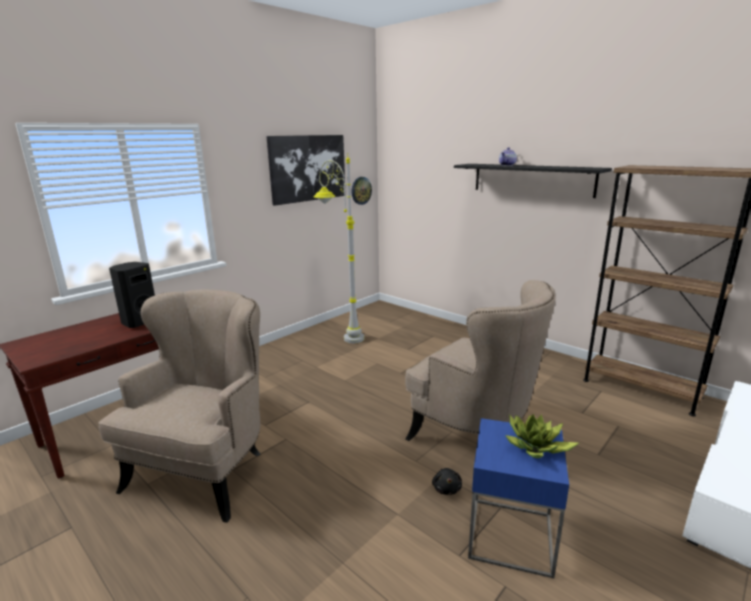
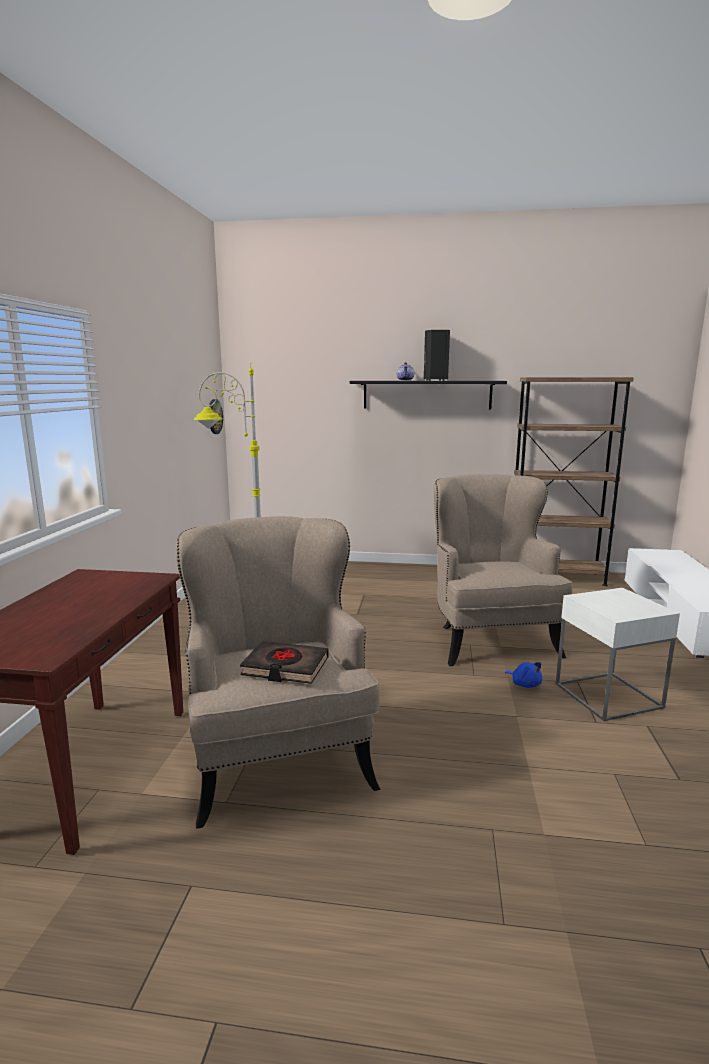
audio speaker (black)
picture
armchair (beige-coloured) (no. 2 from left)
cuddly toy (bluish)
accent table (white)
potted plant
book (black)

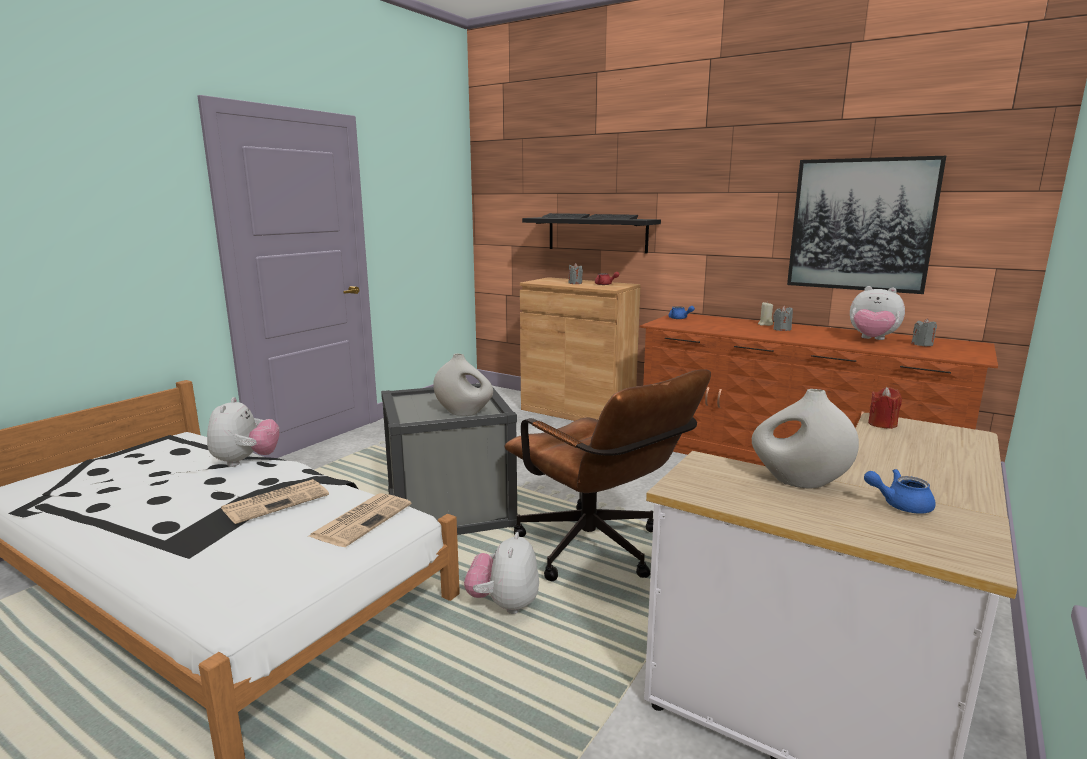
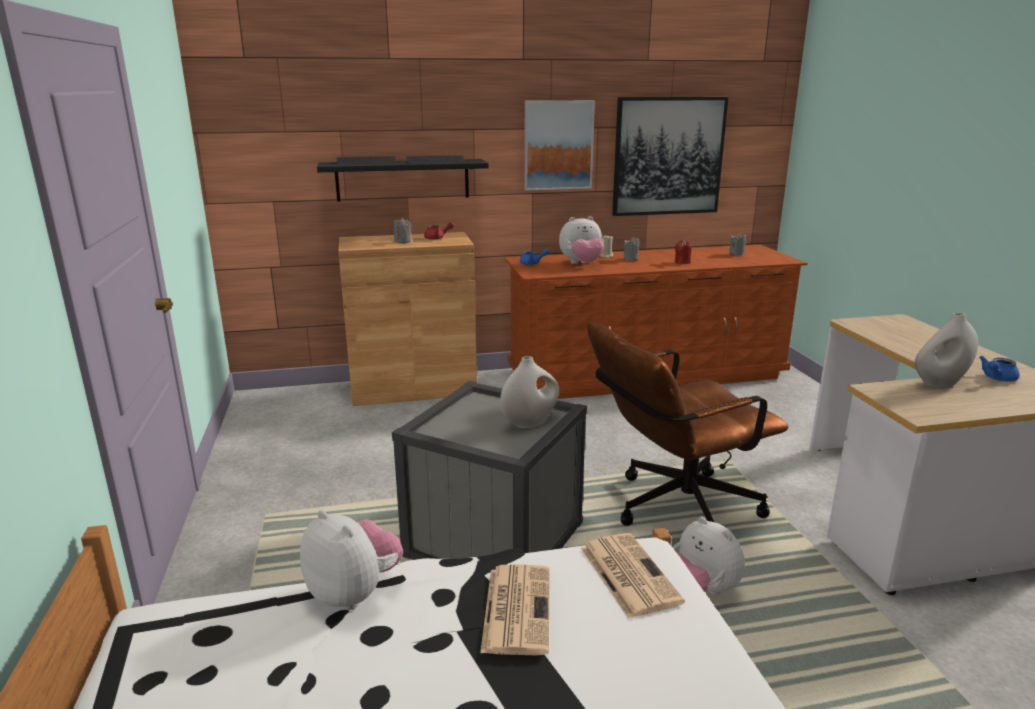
office chair (brownish)
cuddly toy (no. 2 from left)
wax light (red)
picture (no. 1 from left)

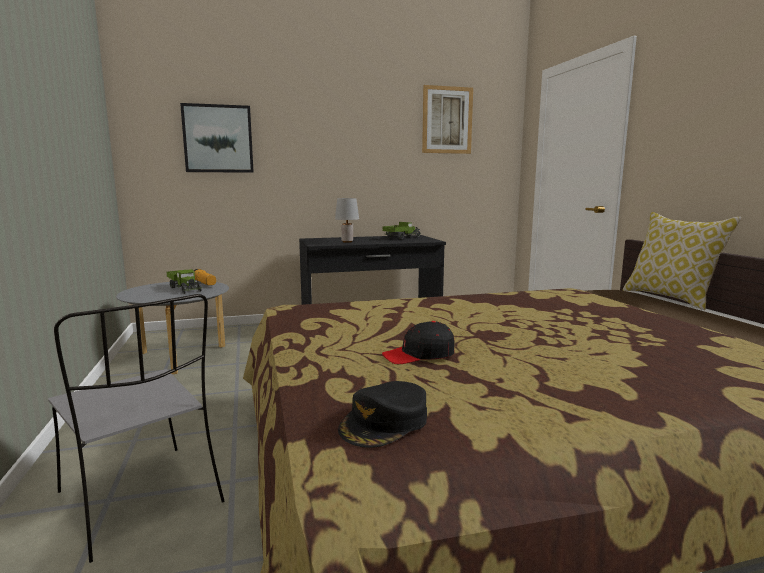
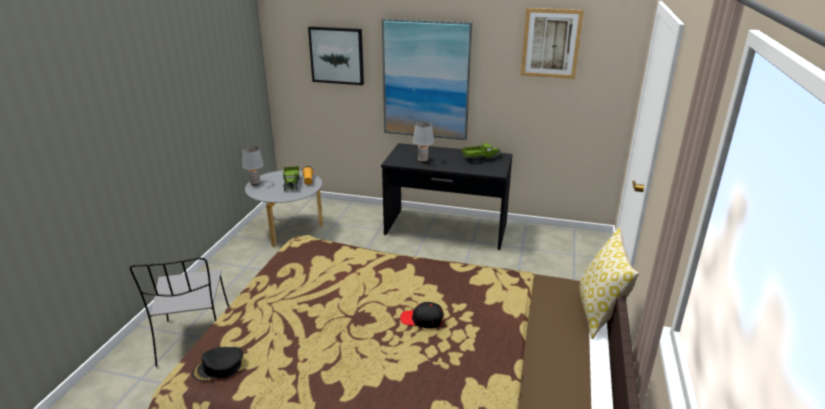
cap (black) (no. 2 from left)
tabletop lamp (grey) (no. 1 from left)
picture (no. 2 from left)

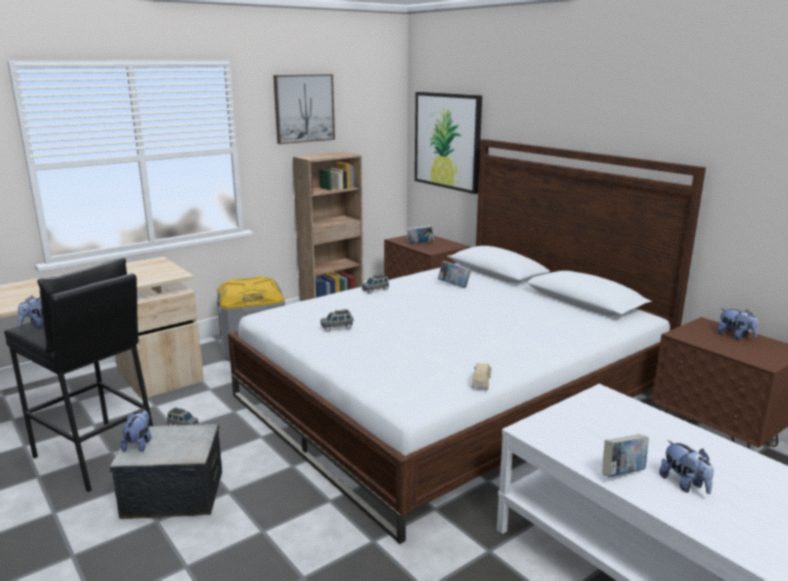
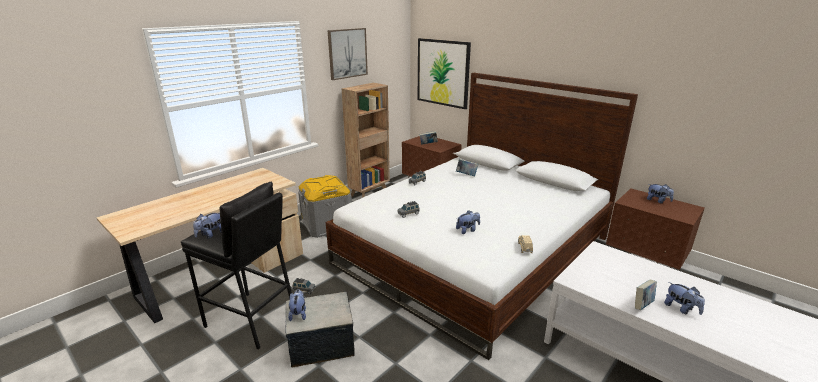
cuddly toy (no. 3 from left)

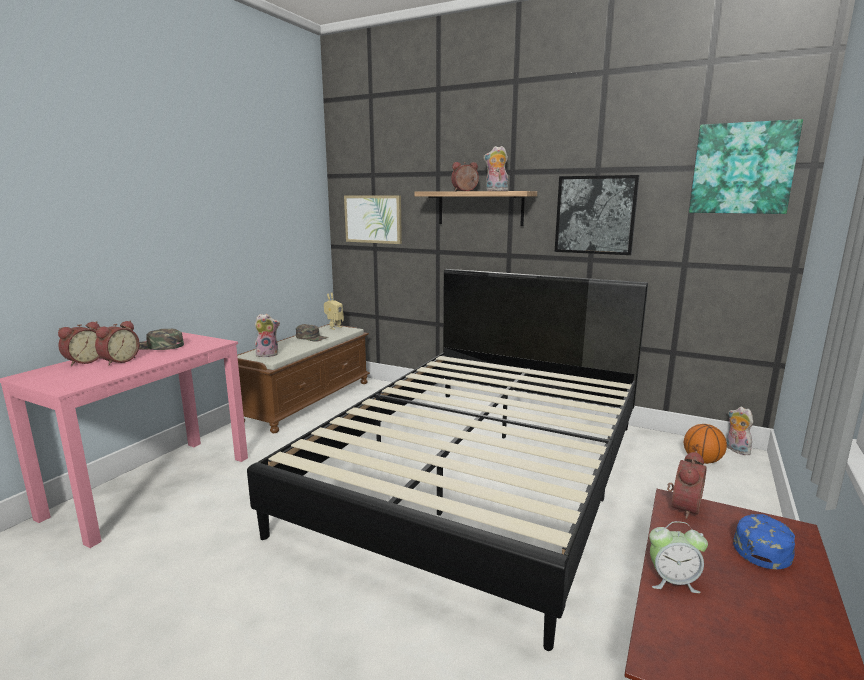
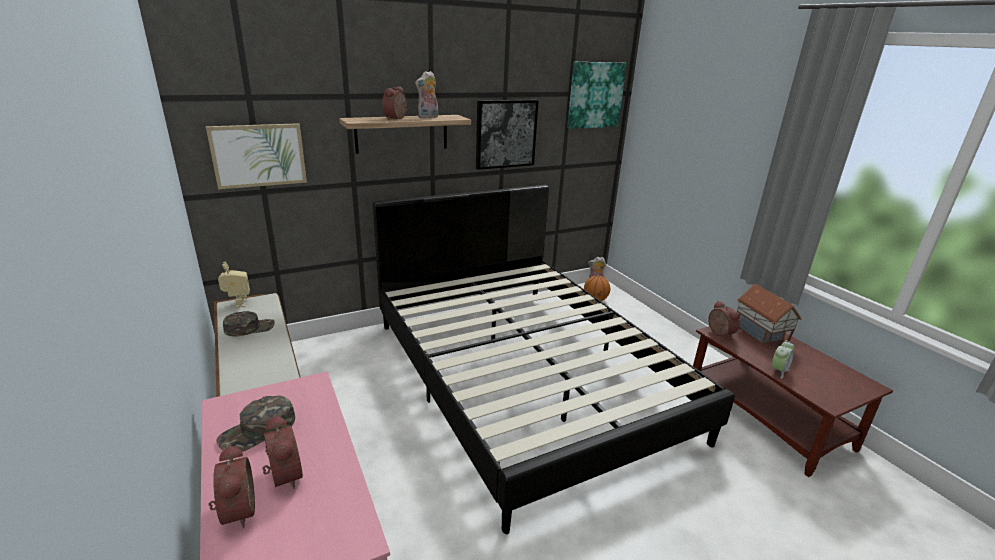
cuddly toy (no. 1 from left in the first image)
miniature house

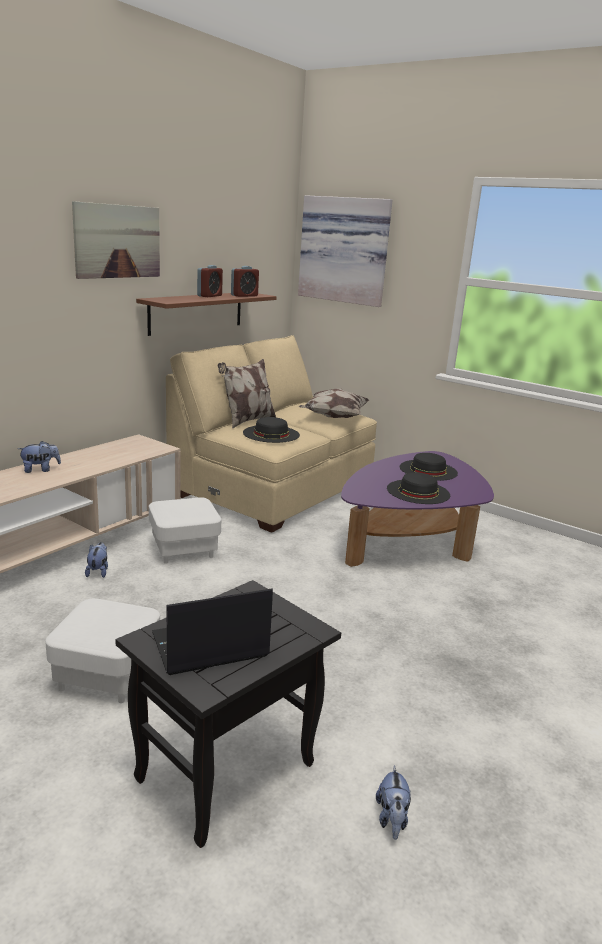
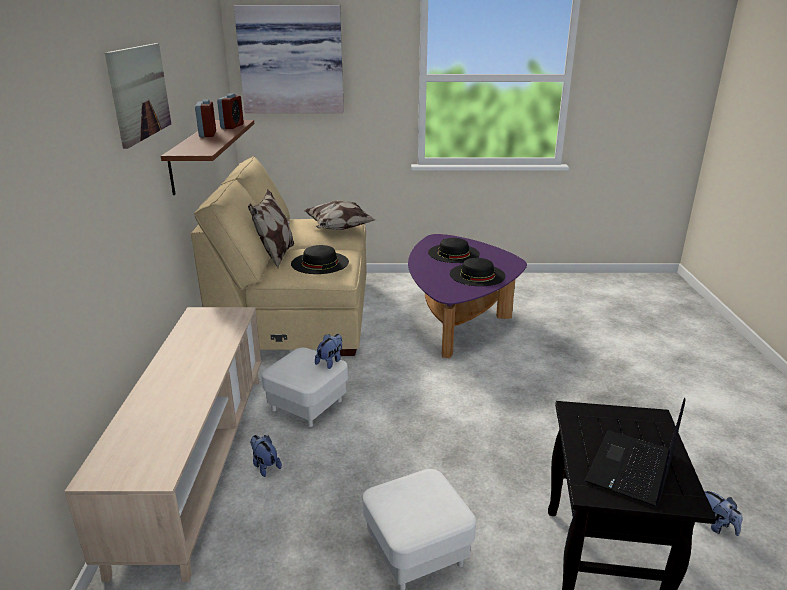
cuddly toy (no. 2 from left)

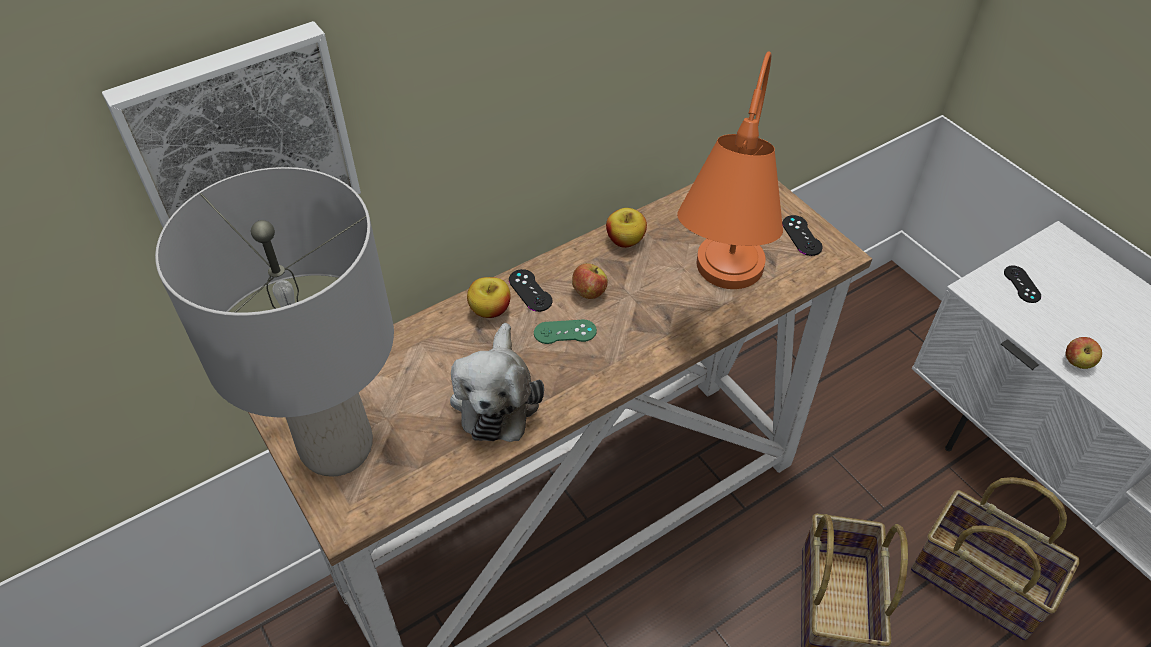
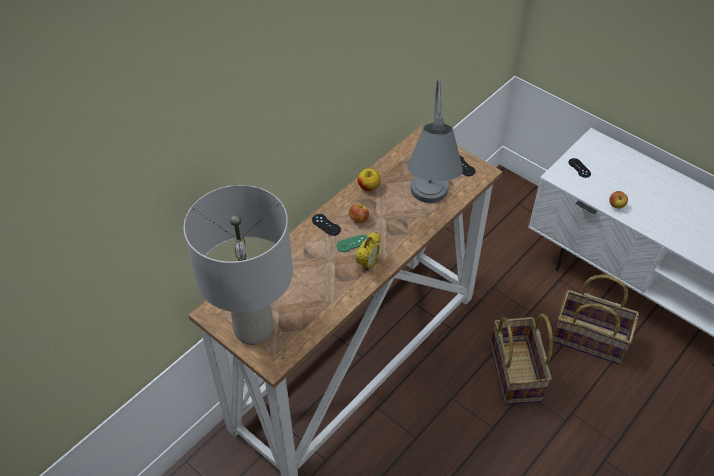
picture
cuddly toy
whole apple (no. 1 from left in the first image)
tabletop lamp (grey) (no. 2 from left)
table clock

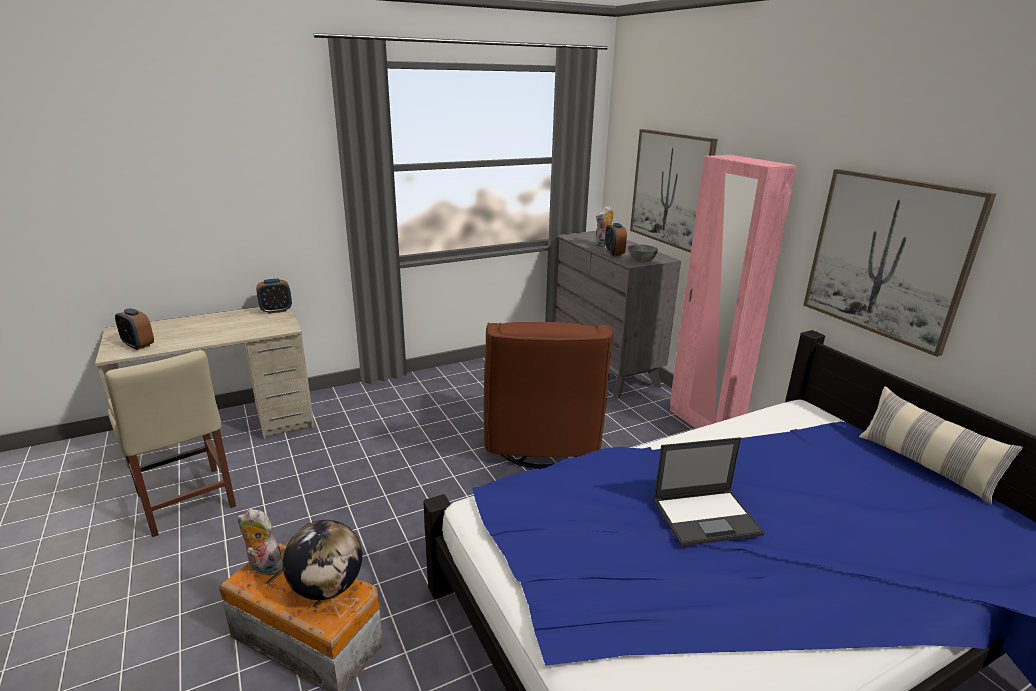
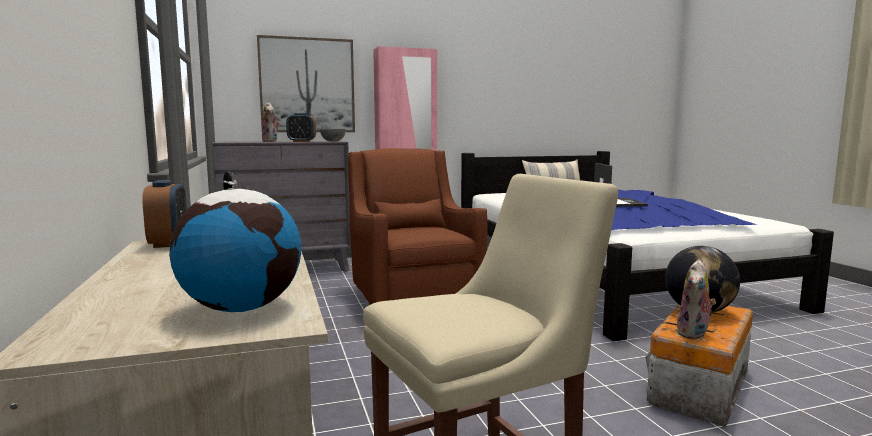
globe (no. 1 from left)
armchair (brownish)
picture (no. 2 from left in the first image)

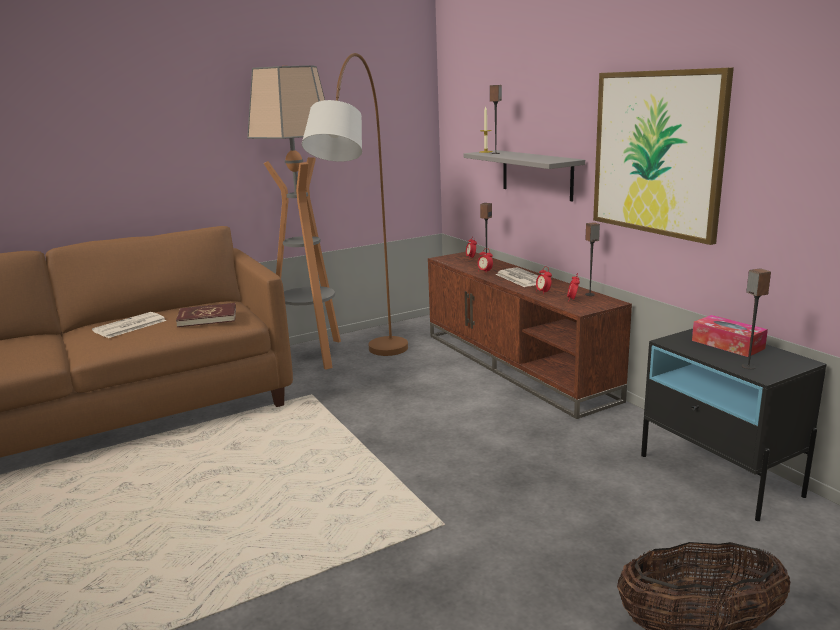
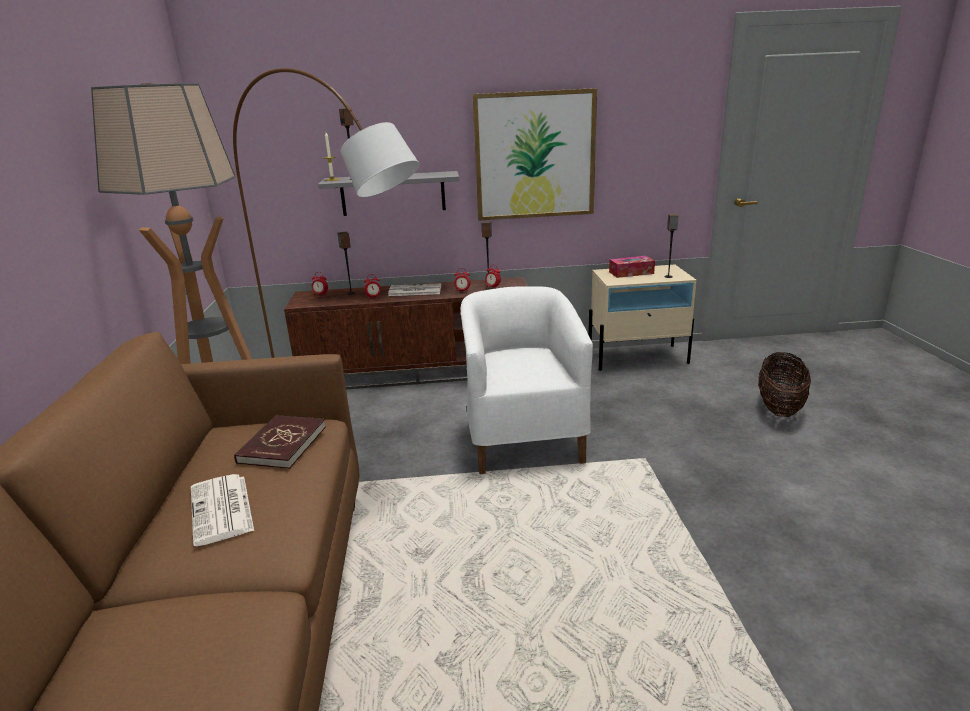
bedside table (beige-coloured)
armchair (white)

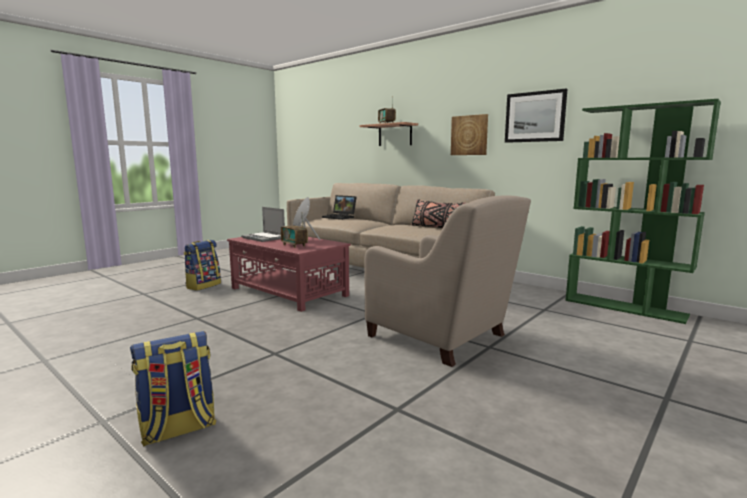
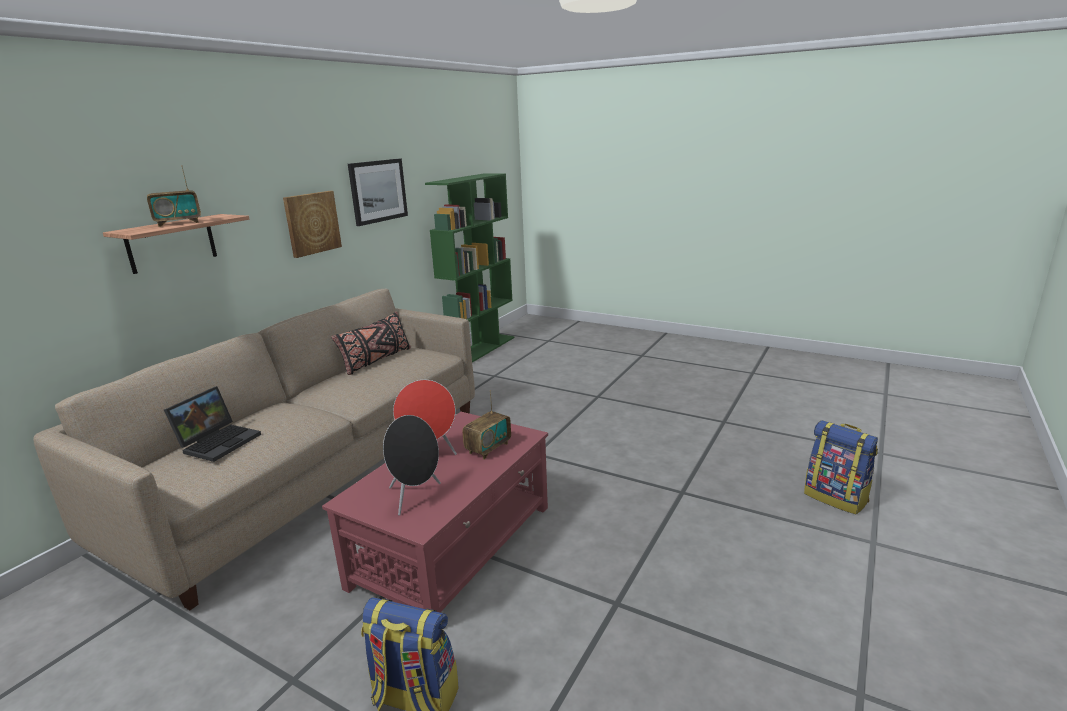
audio speaker (black)
armchair (beige-coloured)

